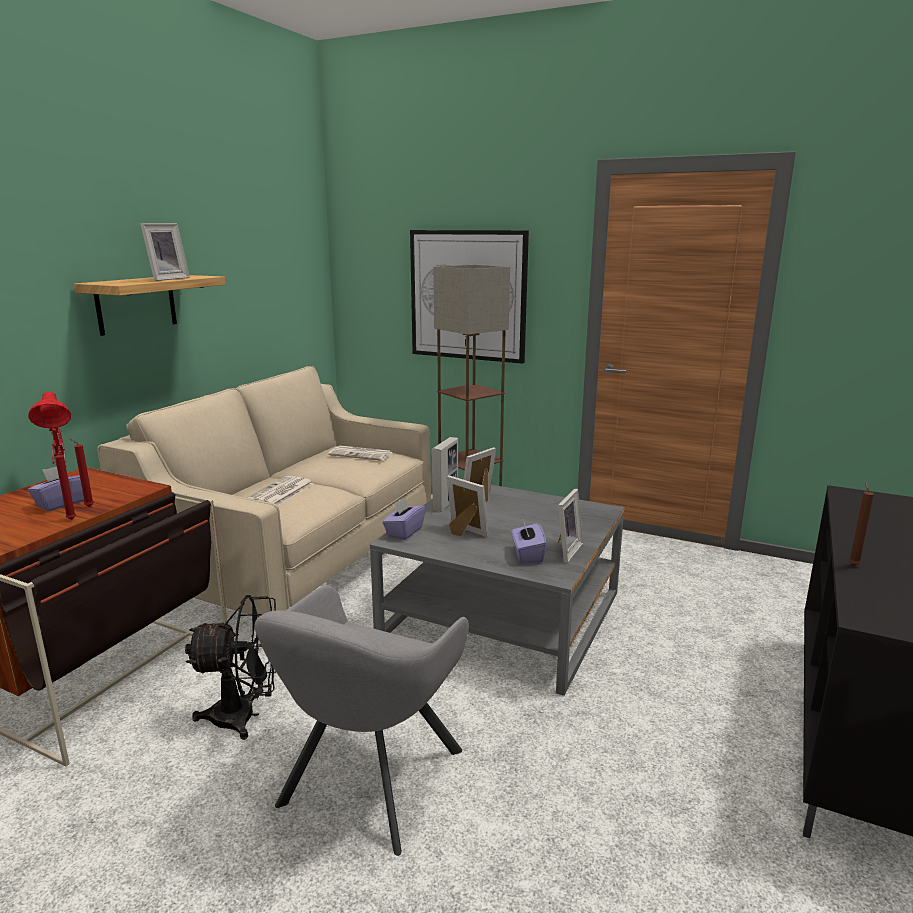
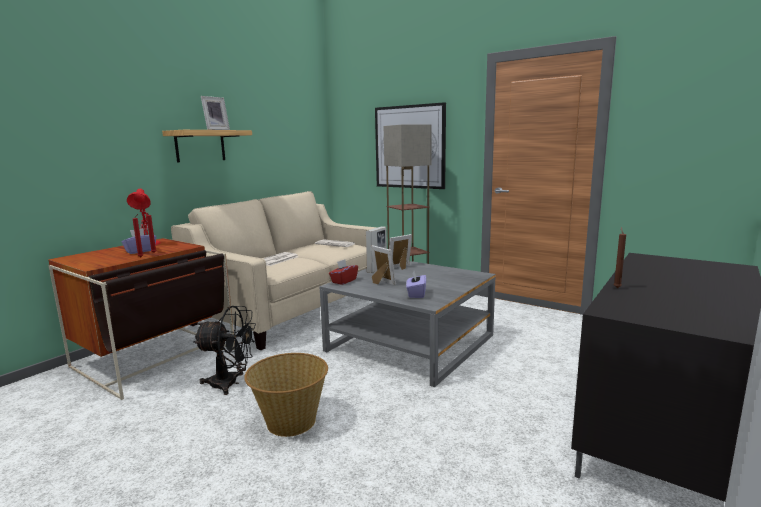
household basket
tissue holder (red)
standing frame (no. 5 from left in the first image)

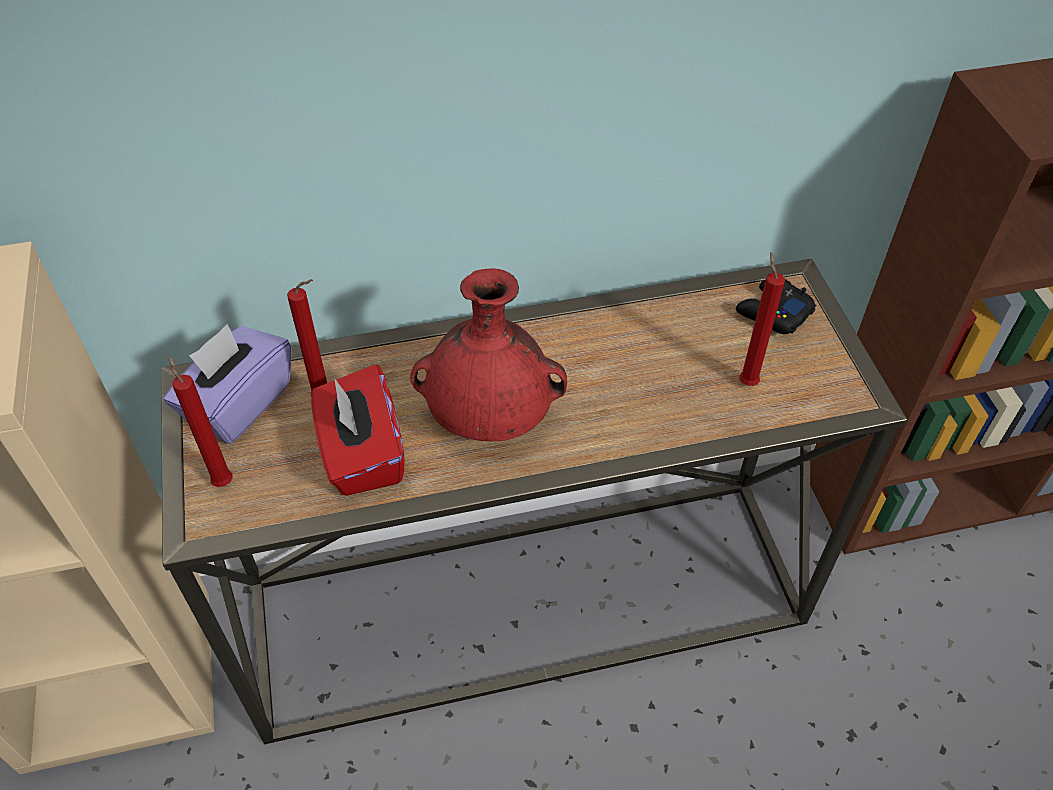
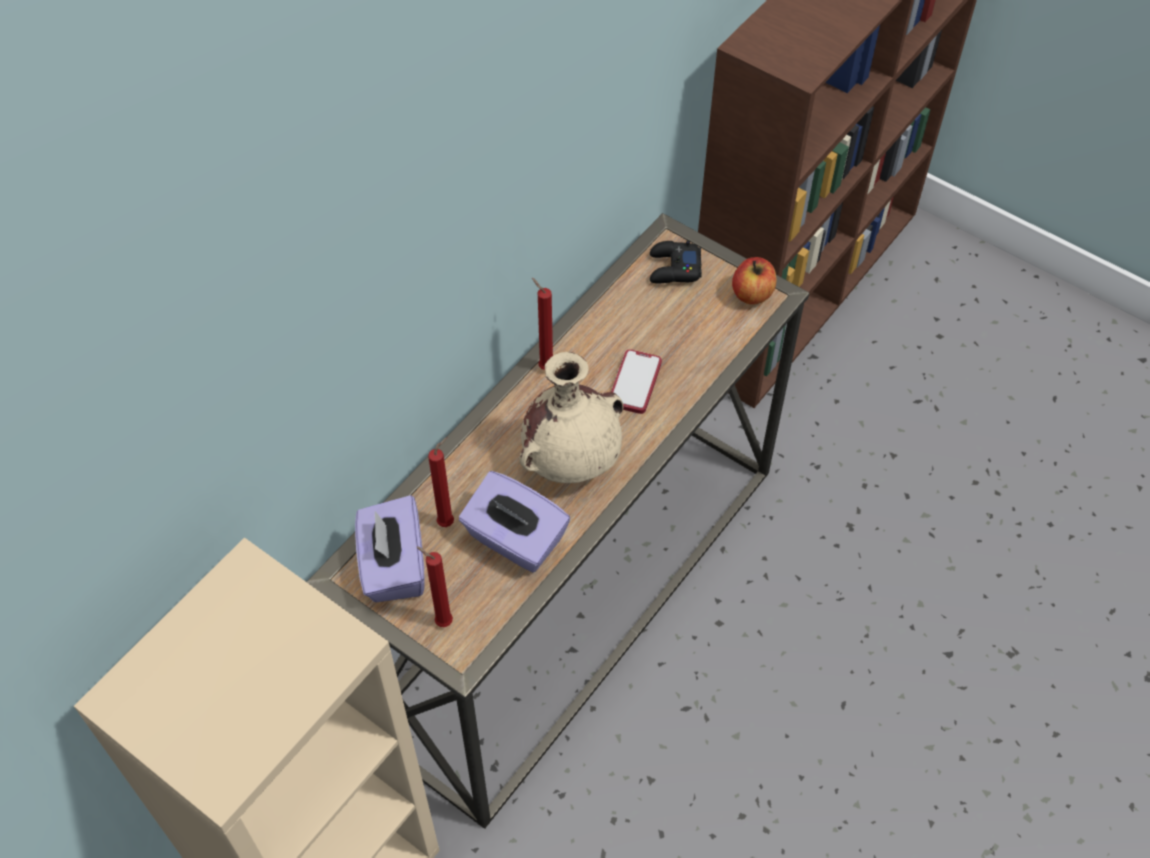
tissue holder (purple-coloured) (no. 2 from left)
vase (beige-coloured)
wax light (red) (no. 3 from left)
phone
whole apple

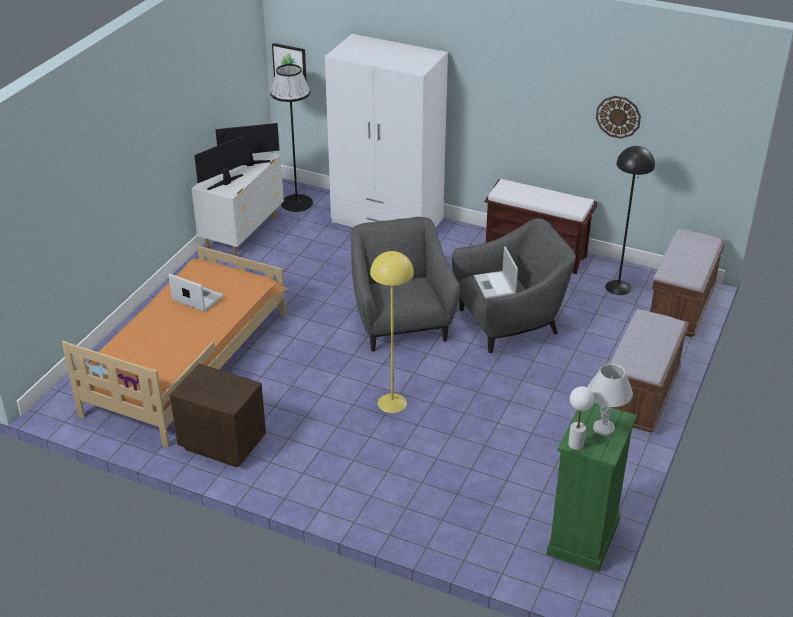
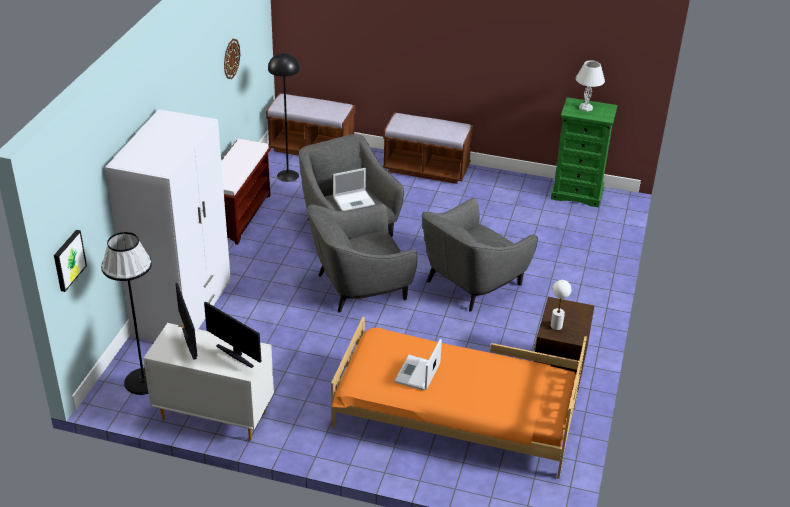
armchair (grey) (no. 3 from left)
tabletop lamp (white) (no. 1 from left)

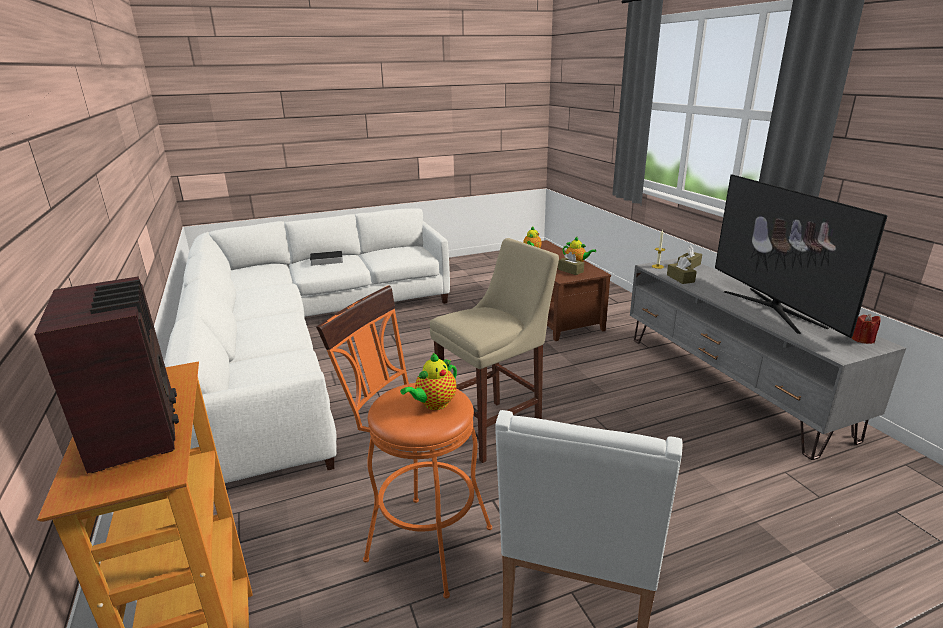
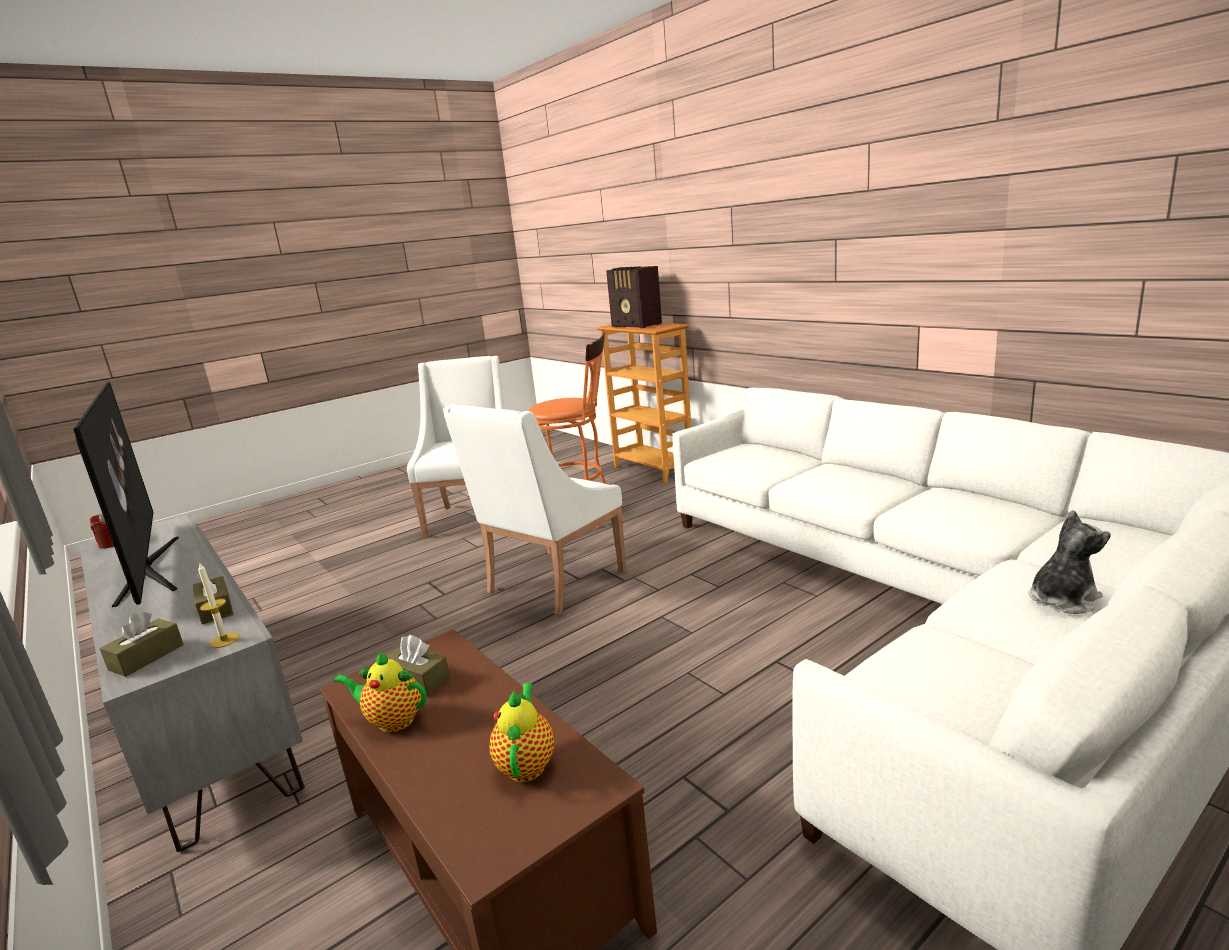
cuddly toy
pot for tea (no. 1 from left in the first image)
armchair (white) (no. 2 from left)

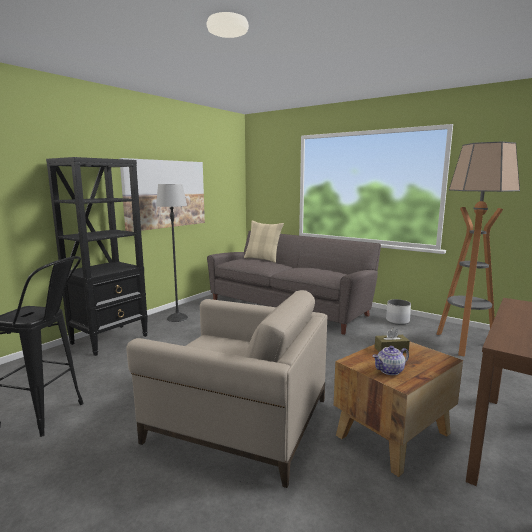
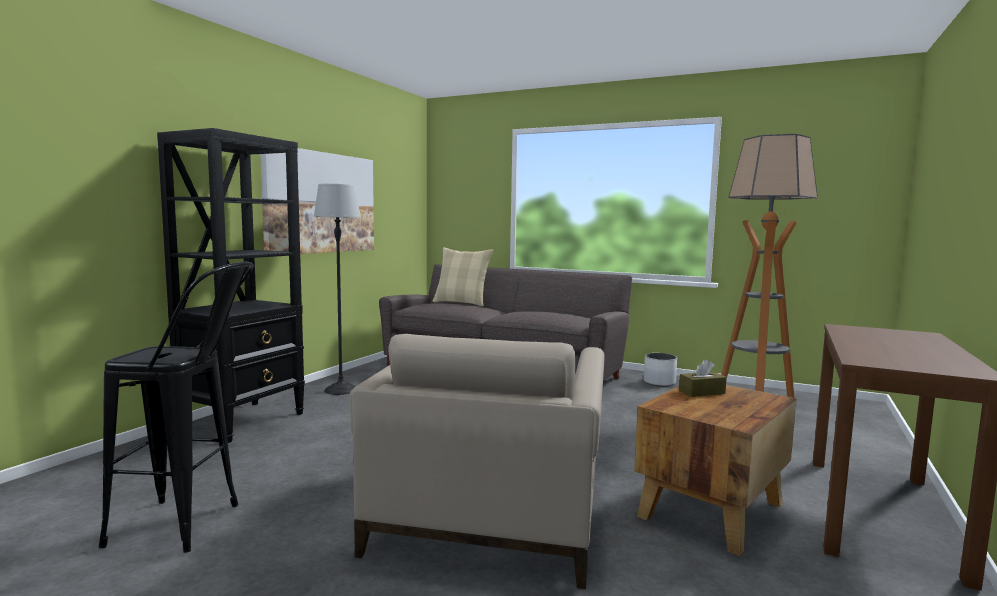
armchair (beige-coloured)
pot for tea

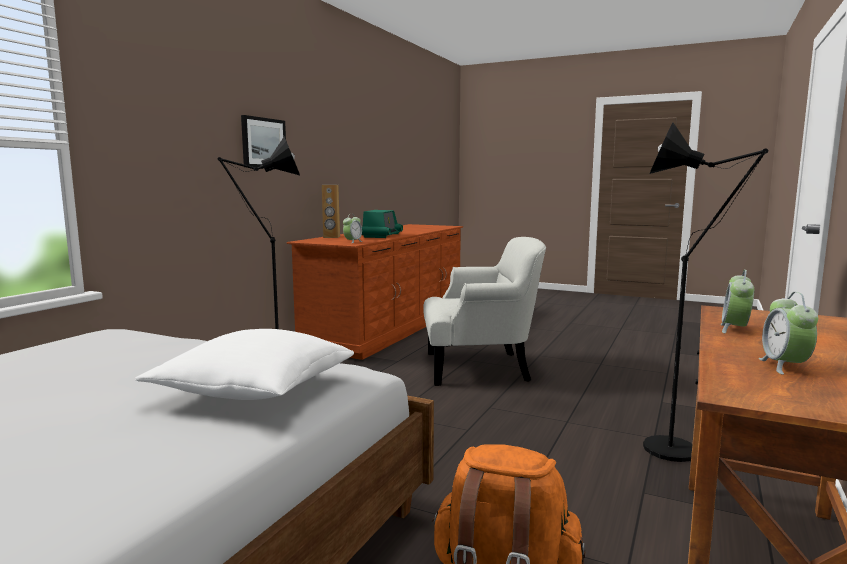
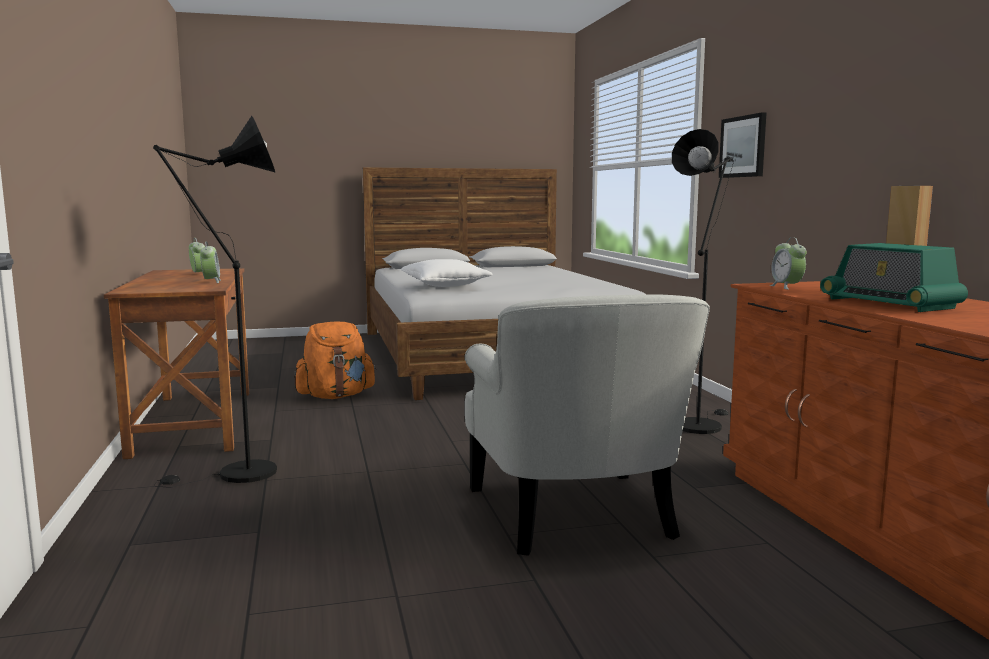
picture
armchair (white)

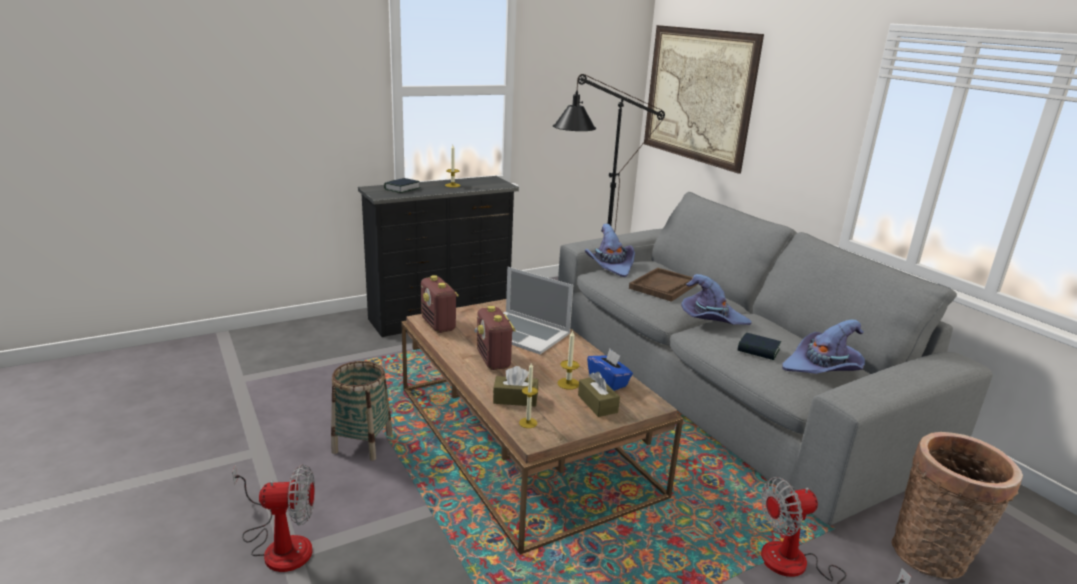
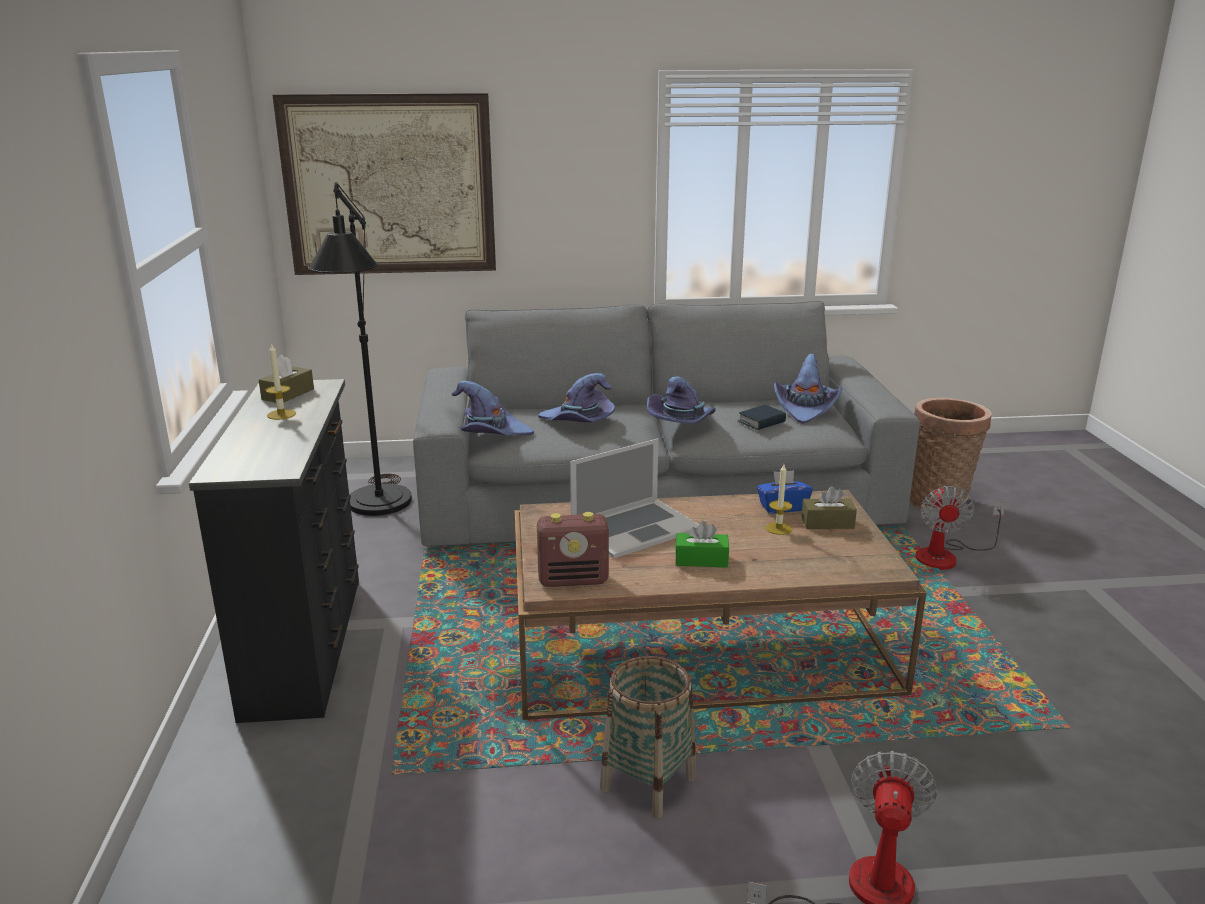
book (no. 1 from left in the first image)
tissue holder (green-coloured)
tissue holder (brownish) (no. 1 from left)
wax light (no. 2 from left in the first image)
hat (purple-coloured) (no. 2 from left)

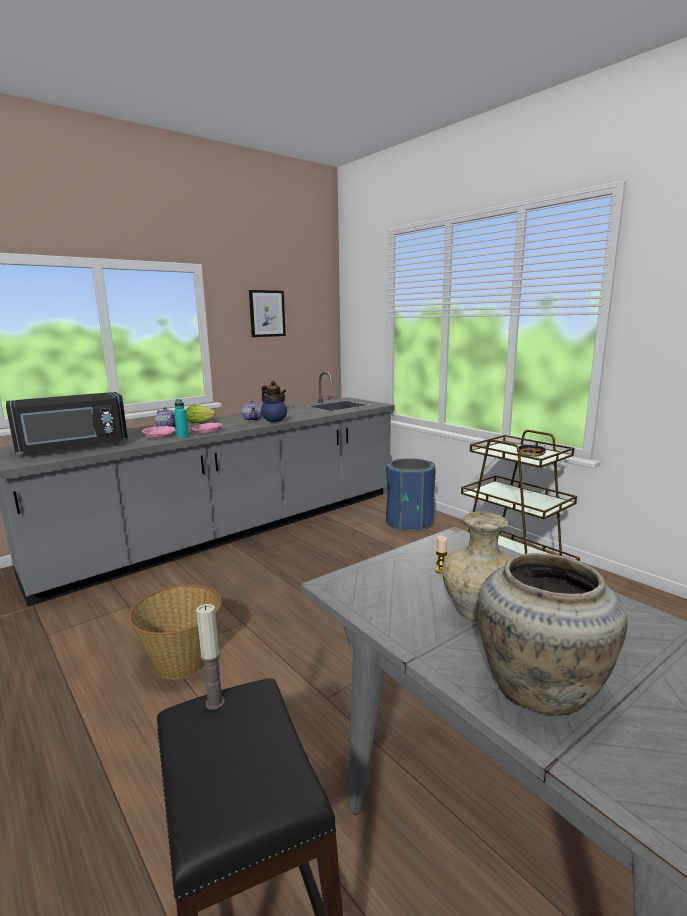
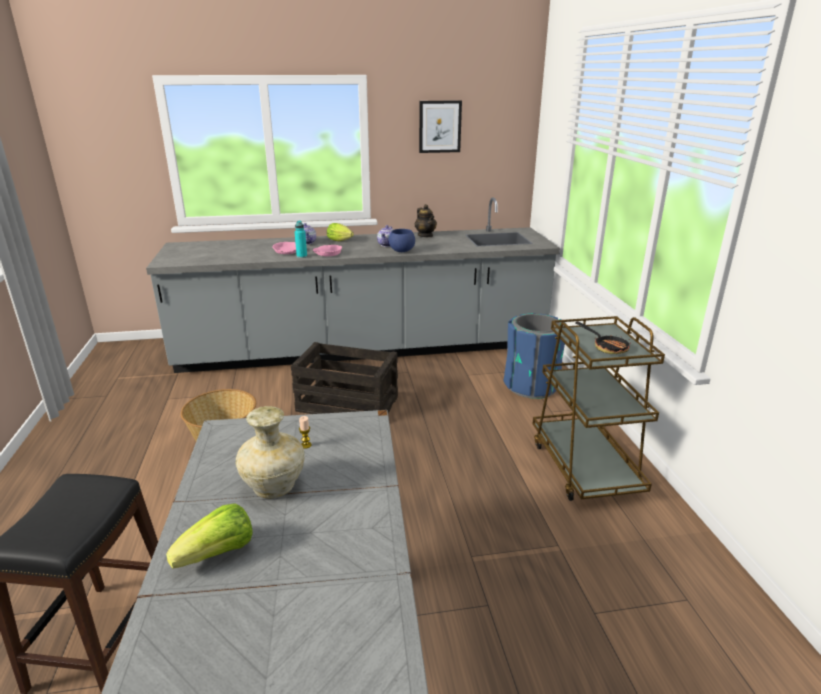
microwave (black)
wax light (no. 1 from left in the first image)
lettuce head (no. 1 from left)
crate

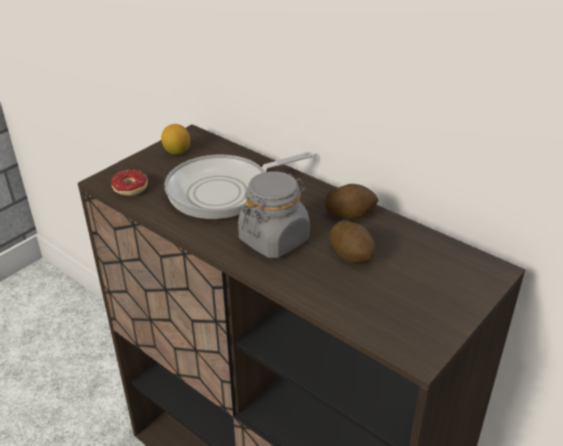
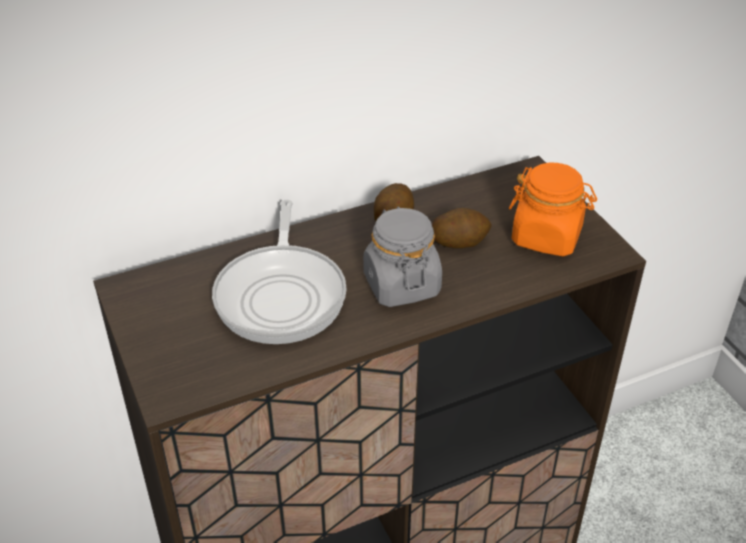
doughnut
lemon
storage jar (orange)

